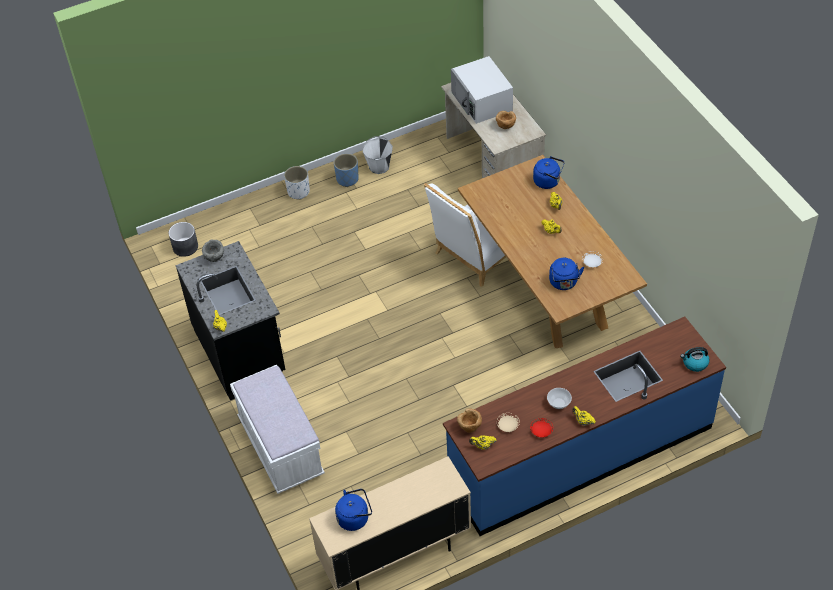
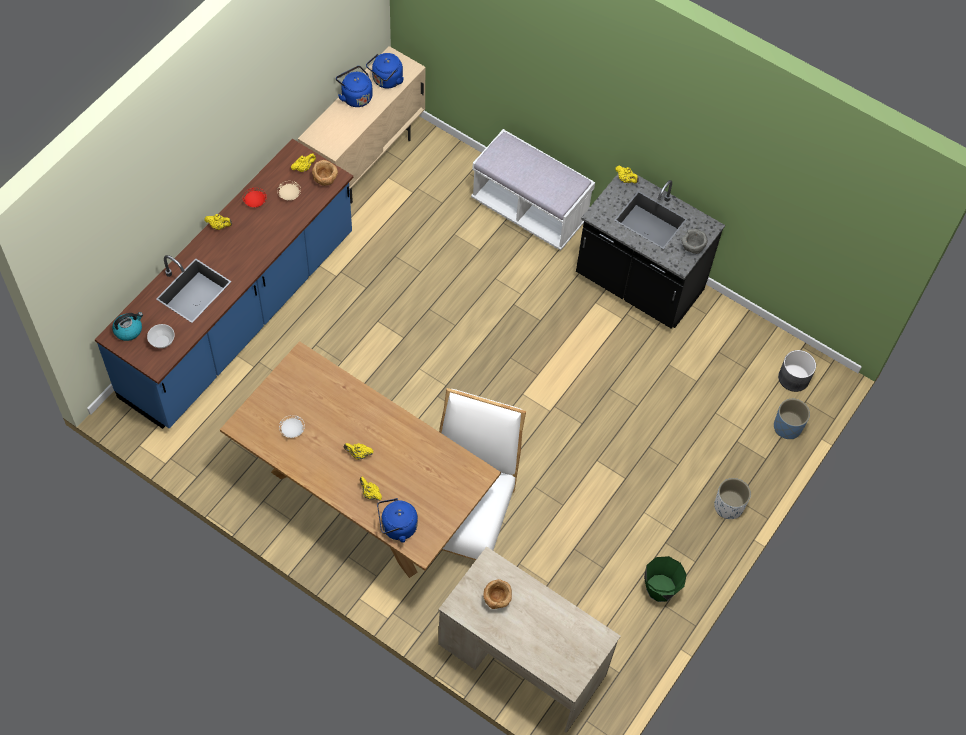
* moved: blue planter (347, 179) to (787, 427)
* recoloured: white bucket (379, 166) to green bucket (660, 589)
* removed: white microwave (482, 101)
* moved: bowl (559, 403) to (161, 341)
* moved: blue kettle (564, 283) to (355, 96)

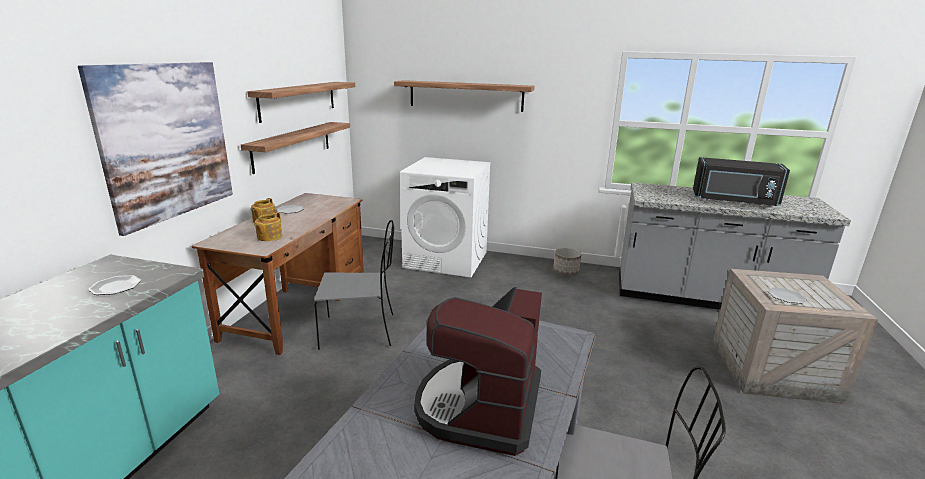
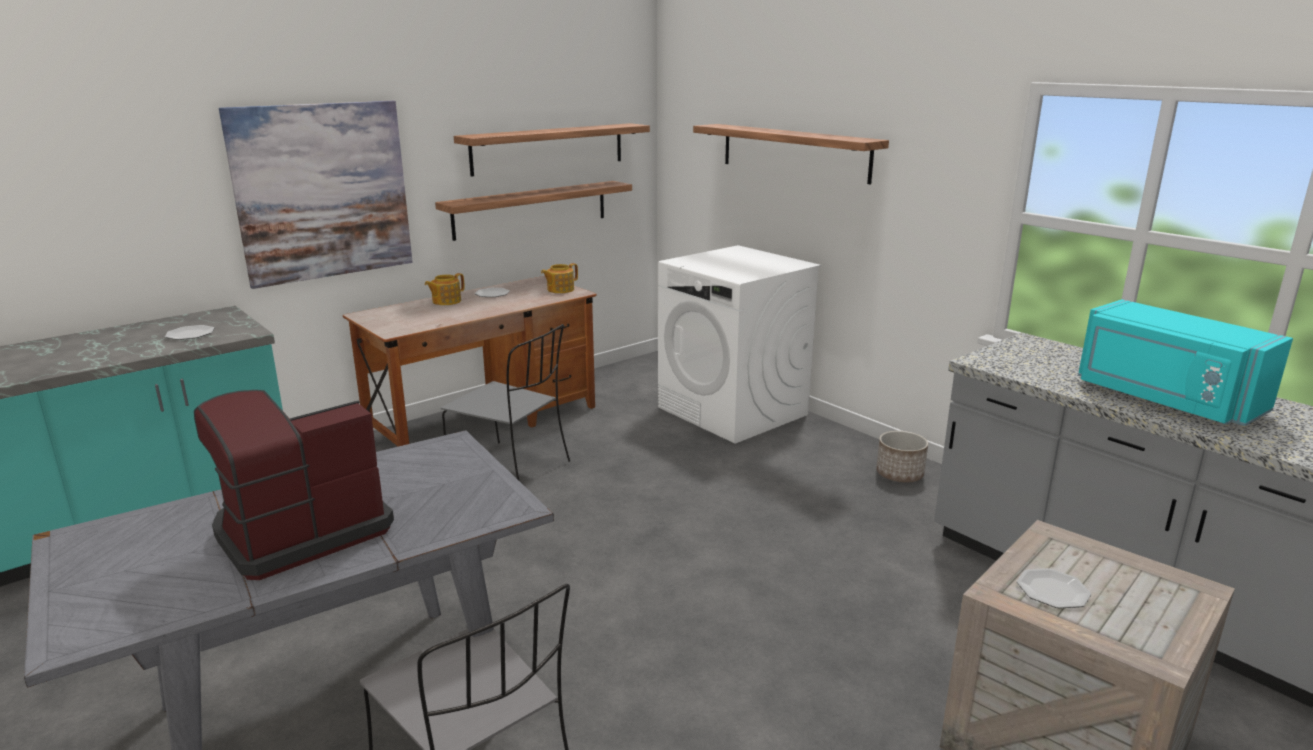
* moved: teapot (269, 237) to (560, 289)
* recoloured: black microwave (734, 201) to turquoise microwave (1164, 399)

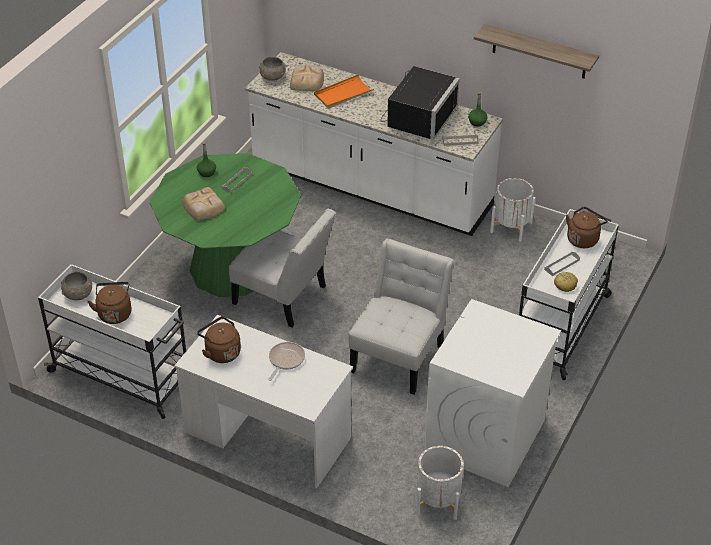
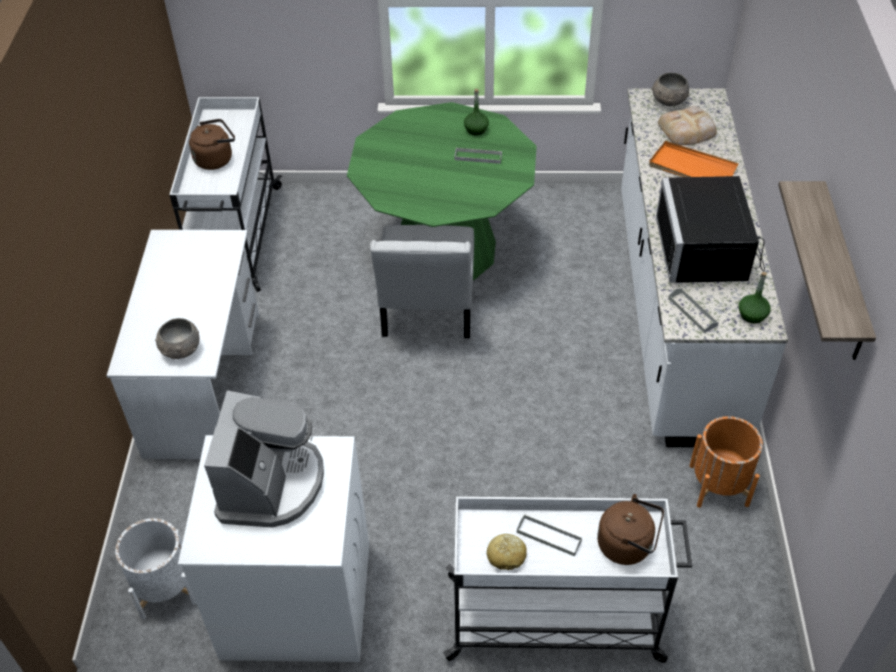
* moved: grey bowl (78, 295) to (180, 349)
* removed: bread (203, 207)
* removed: brown kettle (221, 352)
* removed: frying pan (285, 360)
* removed: white chair (399, 355)
* turned: black microwave (417, 116) = (708, 251) 90 degrees clockwise
* recoloured: white planter (511, 227) to orange planter (718, 485)
* added: coffee machine (271, 484)

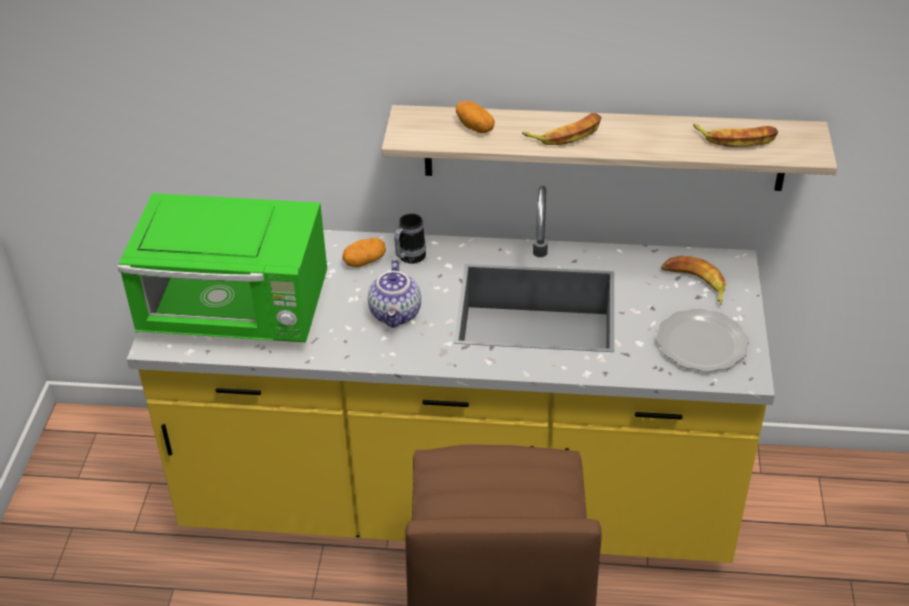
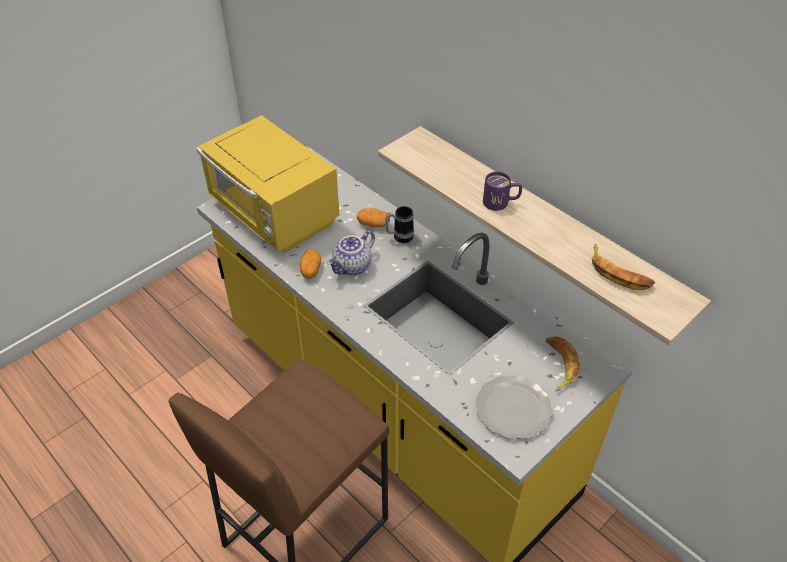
* recoloured: green microwave (237, 314) to yellow microwave (274, 215)
* moved: potato (475, 127) to (310, 270)
* replaced: banana (566, 134) to purple mug (501, 202)

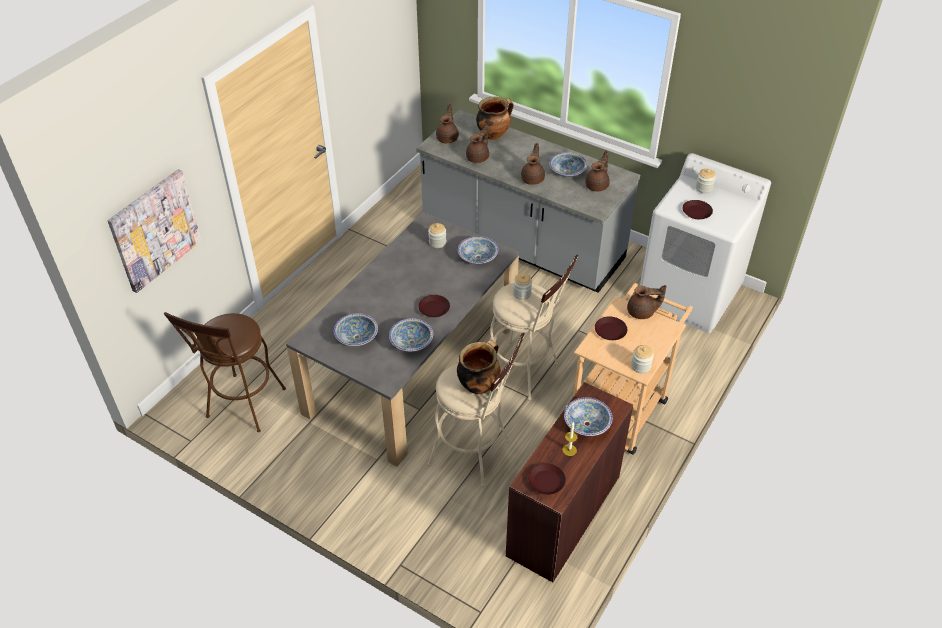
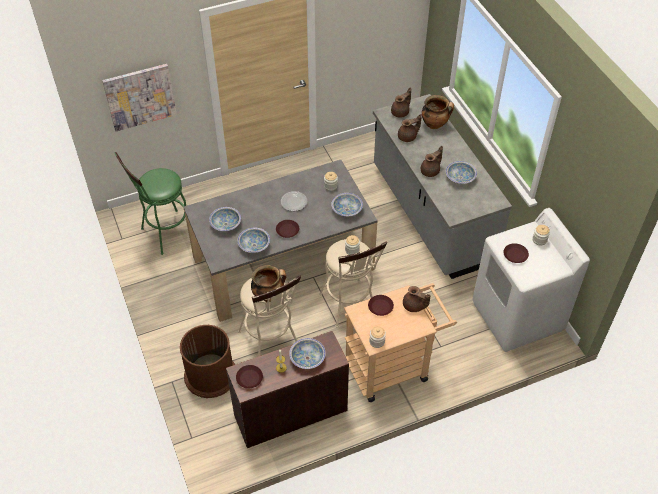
* recoloured: brown stool (243, 407) to green stool (165, 234)
* removed: brown teapot (597, 185)
* added: brown trash can (210, 374)
* added: plate (293, 202)

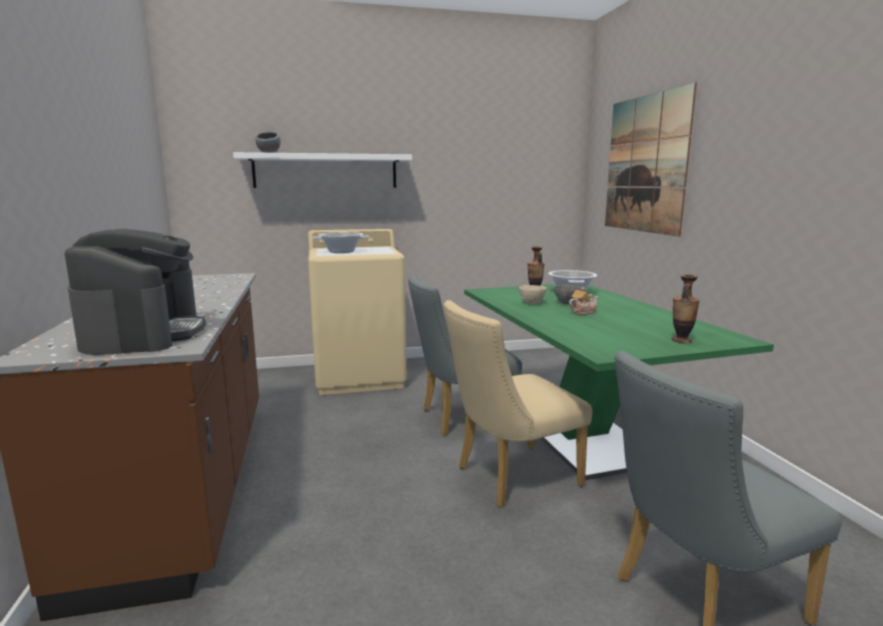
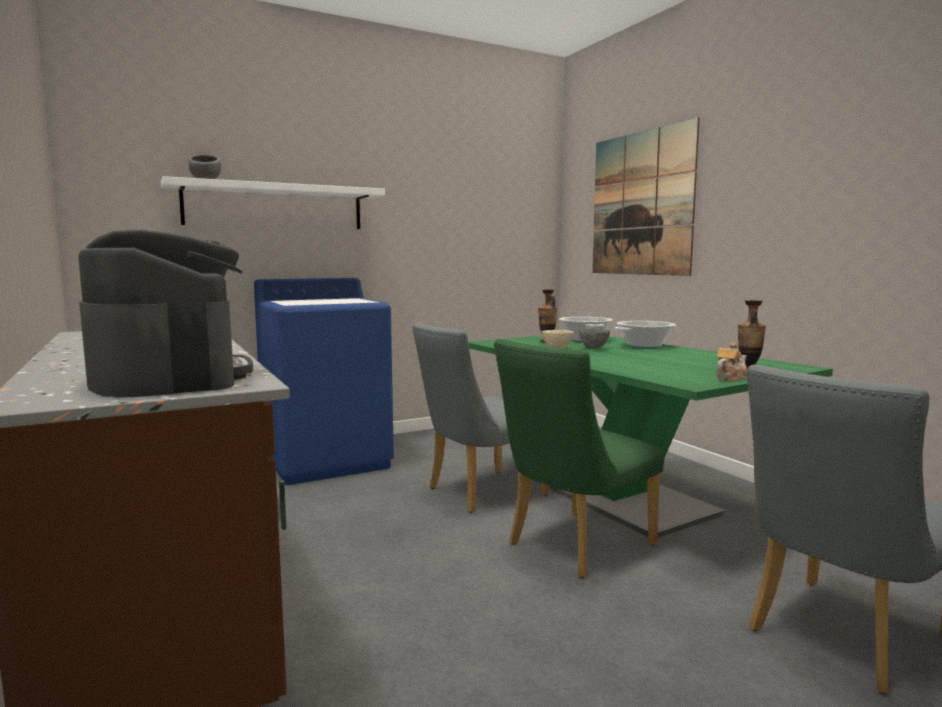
* recoloured: beige washing machine (359, 376) to blue washing machine (327, 460)
* moved: cooking pot (341, 251) to (644, 345)
* recoloured: beige chair (509, 477) to green chair (573, 546)
* moved: teapot (582, 312) to (730, 378)

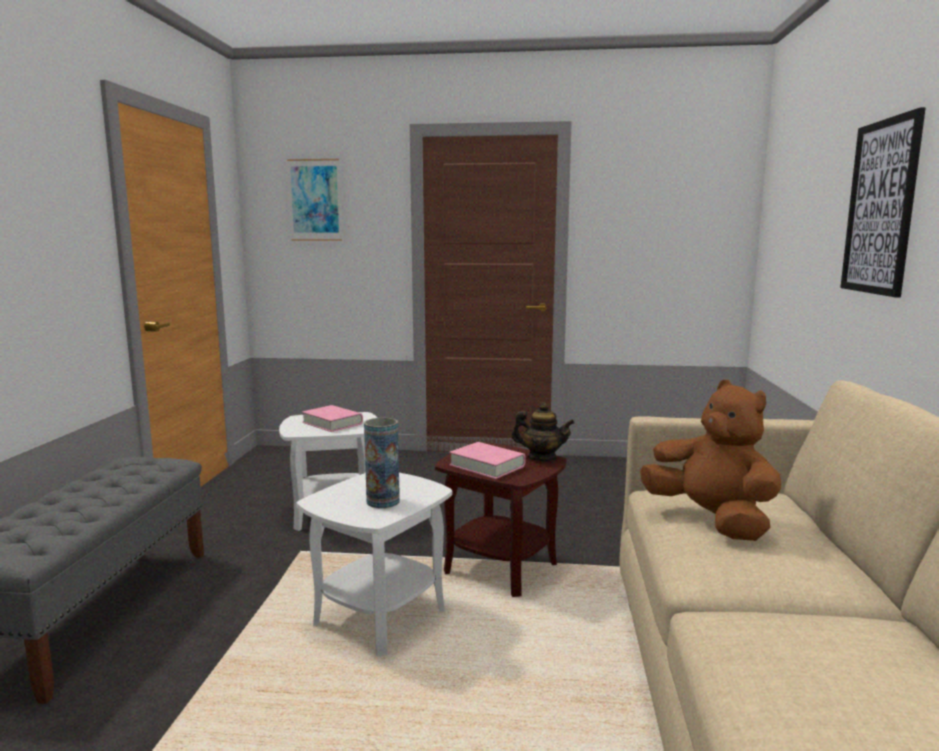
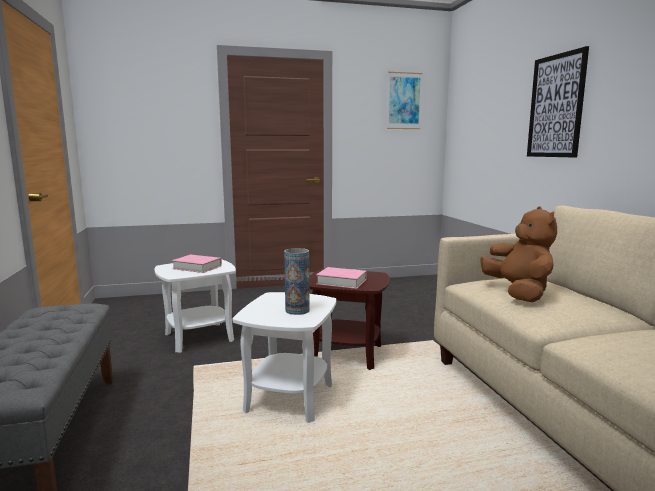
* moved: picture (315, 200) to (404, 101)
* removed: teapot (542, 458)
* turned: brown plush toy (710, 520) = (518, 293) 45 degrees clockwise

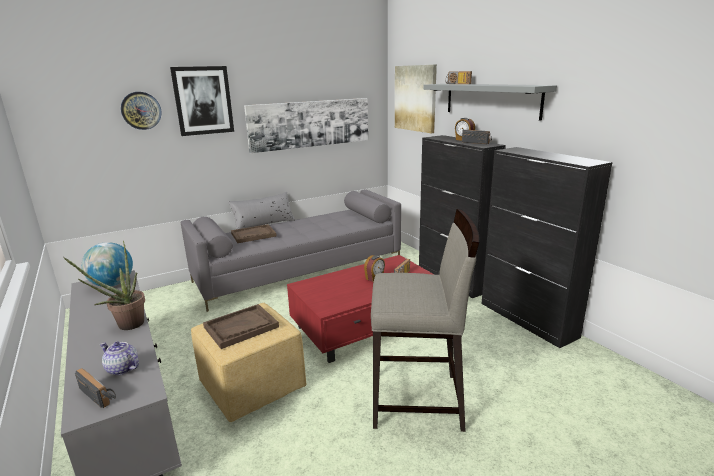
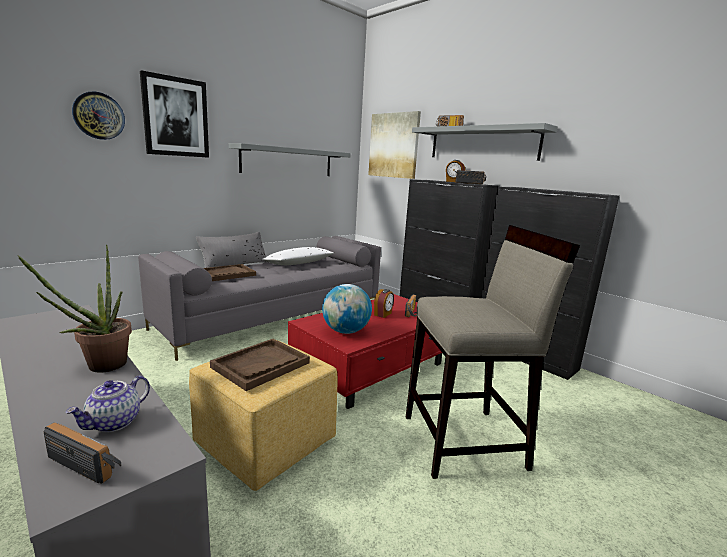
* moved: globe (112, 284) to (346, 331)
* turned: teapot (122, 369) = (114, 423) 75 degrees counterclockwise
* replaced: picture (310, 124) to grey shelf (288, 161)
* added: white pillow (299, 263)

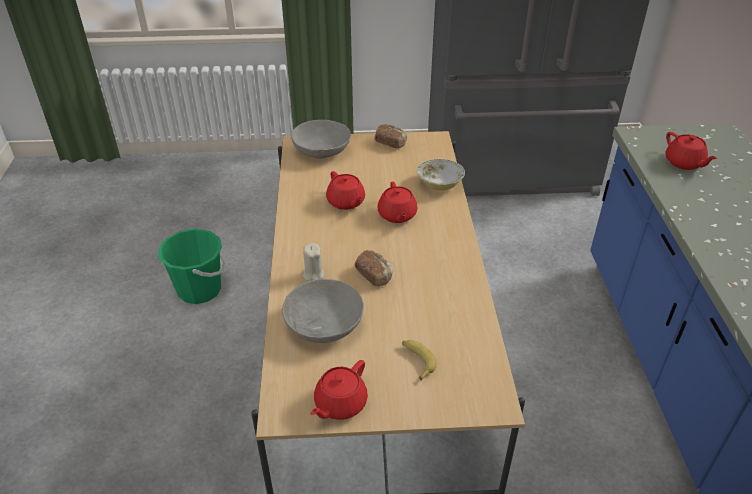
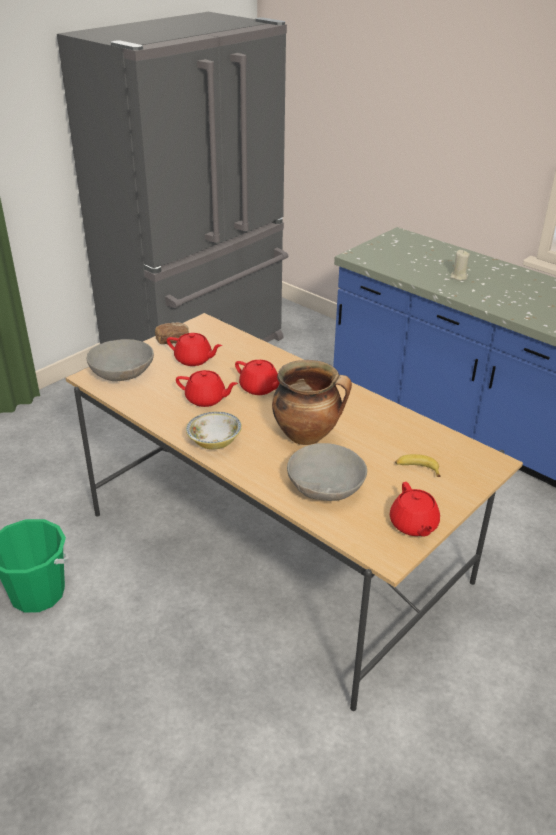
* moved: beige candle (313, 275) to (458, 277)
* replaced: bread (374, 275) to cooking pot (308, 435)
* moved: bowl (439, 184) to (214, 442)
* moved: red teapot (684, 163) to (194, 360)

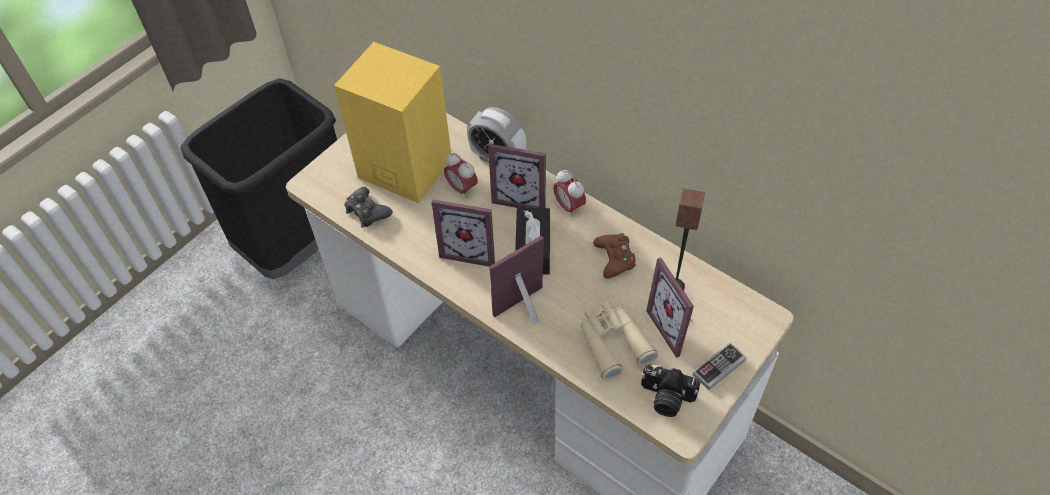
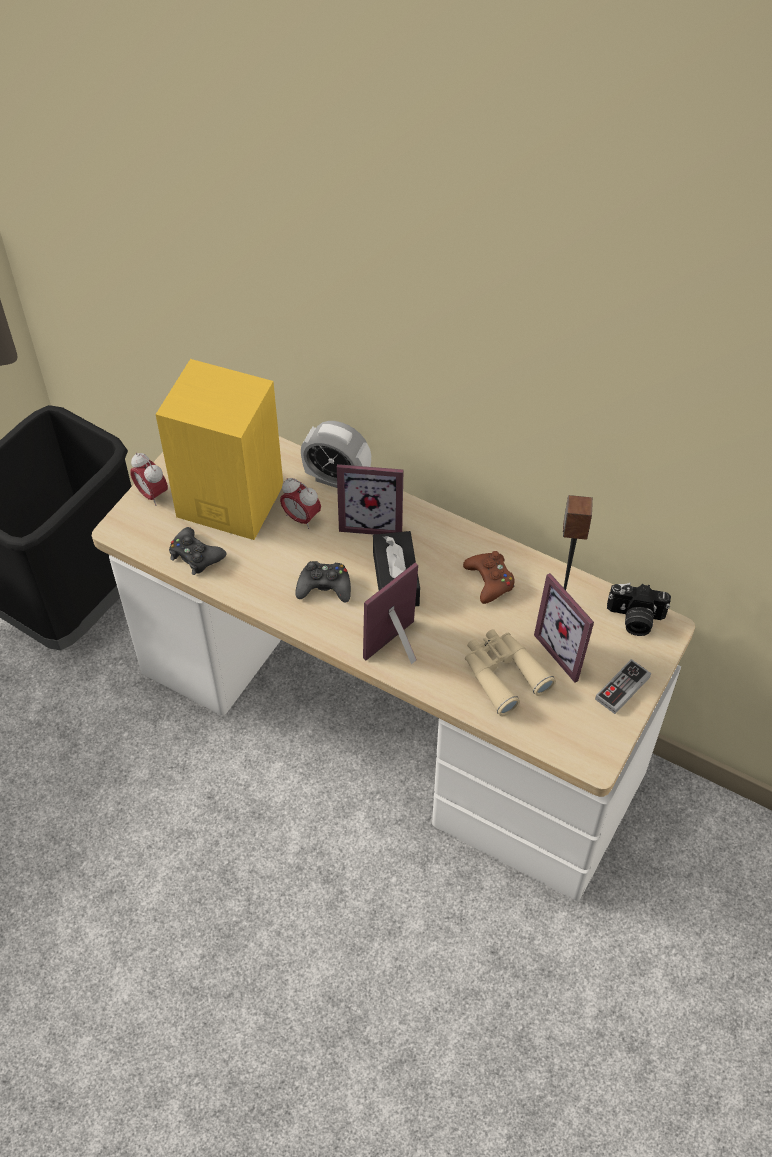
* replaced: picture frame (470, 249) to black game controller (324, 587)
* moved: alarm clock (569, 206) to (152, 494)
* moved: photo camera (666, 398) to (634, 619)

